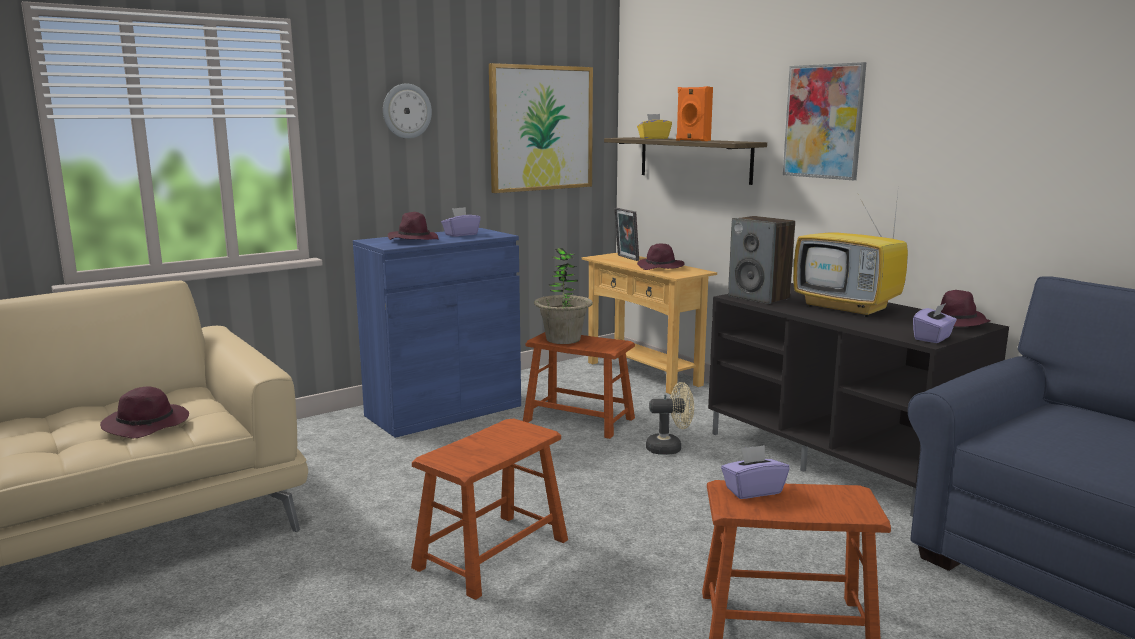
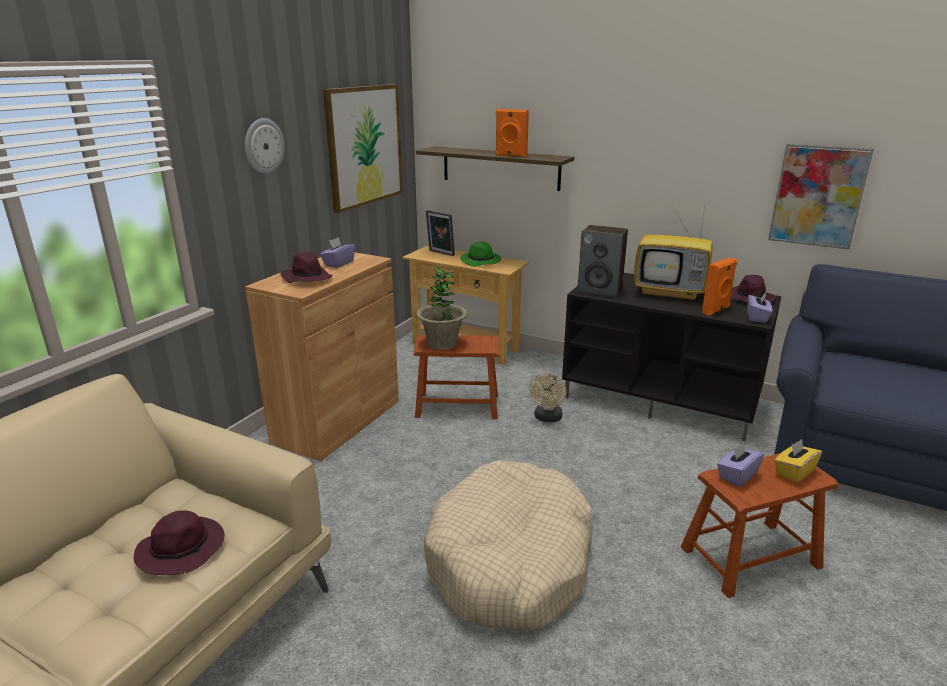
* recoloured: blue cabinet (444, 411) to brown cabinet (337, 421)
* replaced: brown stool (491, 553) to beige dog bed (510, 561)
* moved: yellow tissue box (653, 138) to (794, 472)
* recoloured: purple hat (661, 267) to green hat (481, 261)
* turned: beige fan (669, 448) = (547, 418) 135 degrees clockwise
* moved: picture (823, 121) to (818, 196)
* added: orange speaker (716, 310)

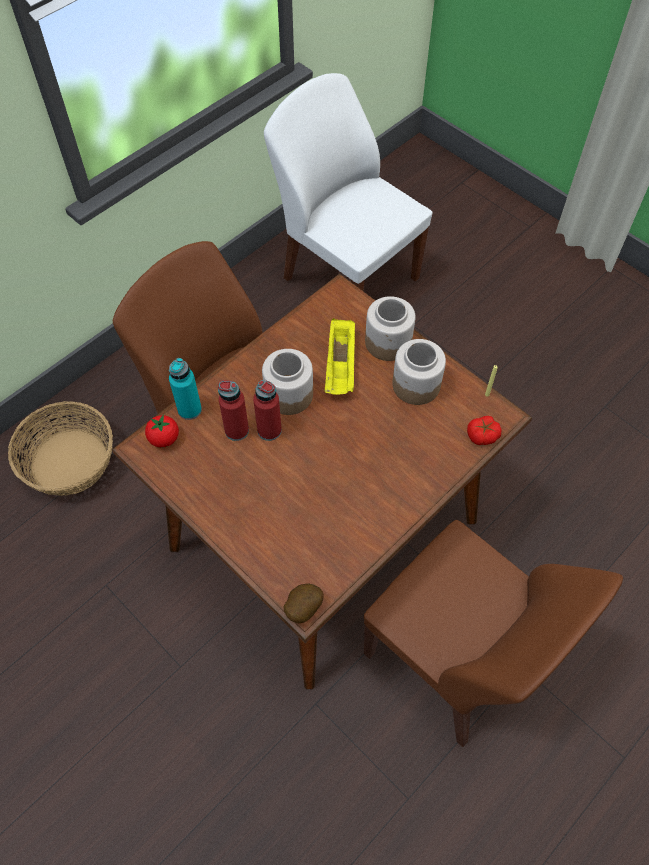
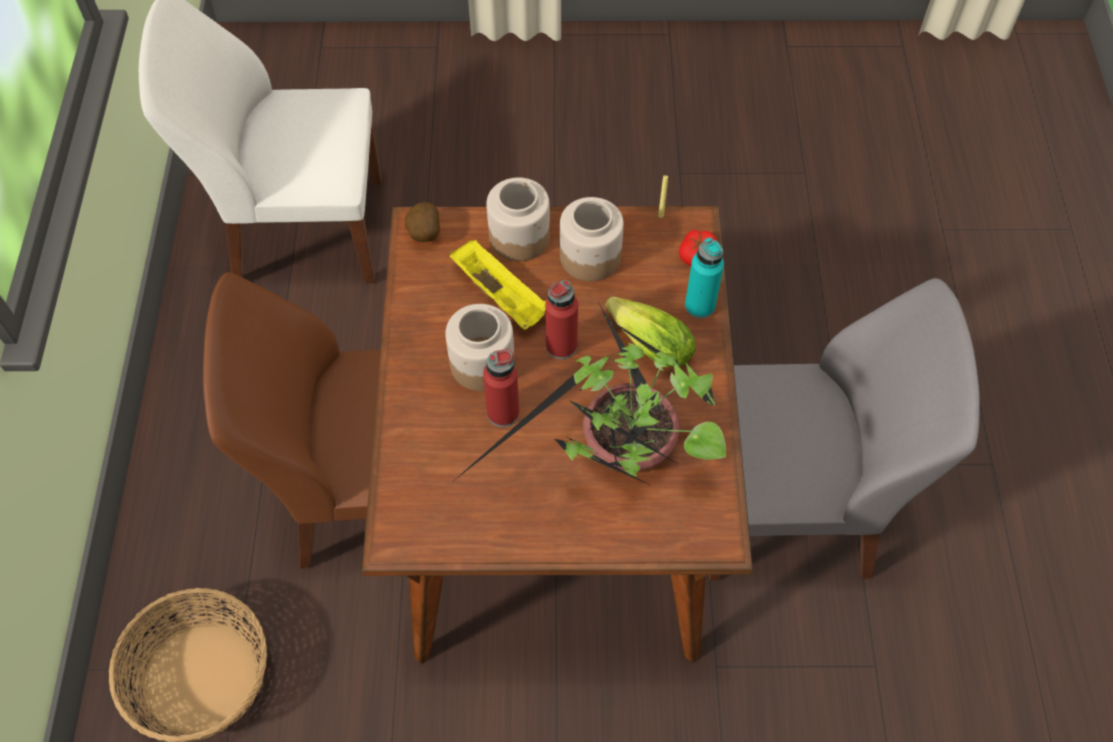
* removed: tomato (164, 438)
* moved: turquoise bottle (189, 409) to (700, 306)
* moved: red bottle (236, 430) to (561, 346)
* moved: potato (302, 608) to (423, 235)
* recoloured: brown chair (455, 658) to grey chair (788, 509)
* added: potted plant (622, 451)
* added: lettuce (646, 342)

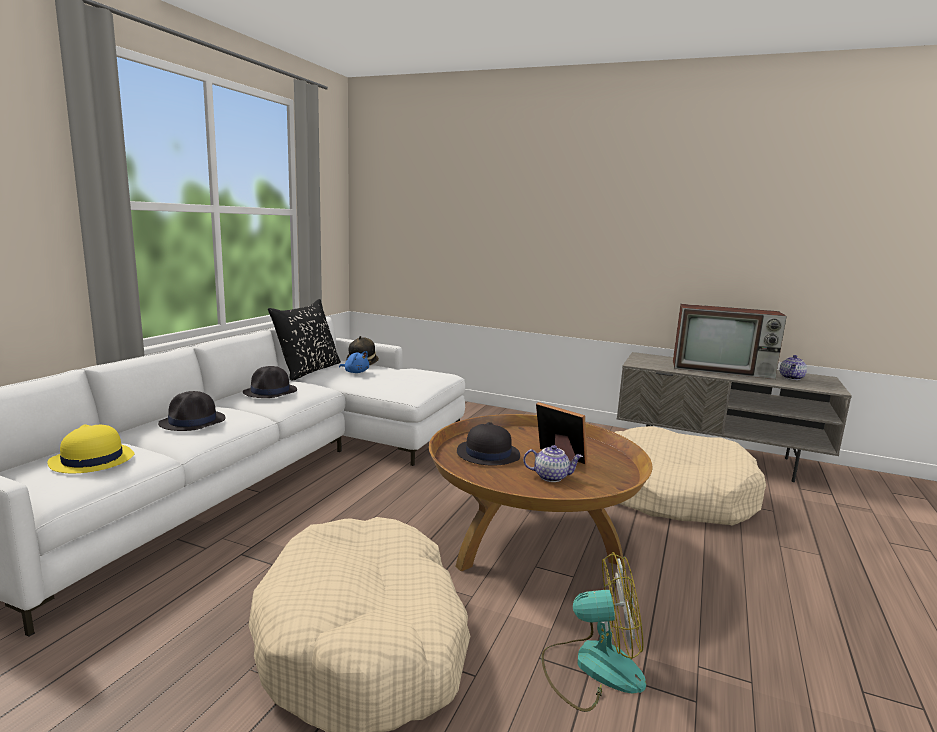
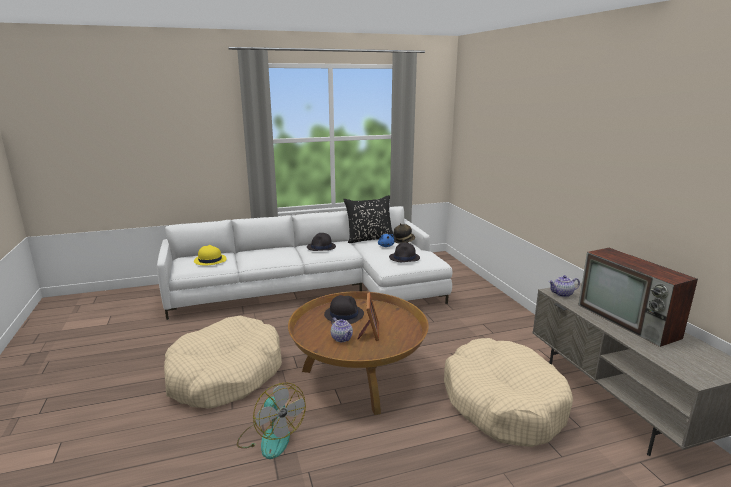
* moved: black hat (193, 422) to (404, 258)
* moved: teapot (792, 378) to (562, 294)

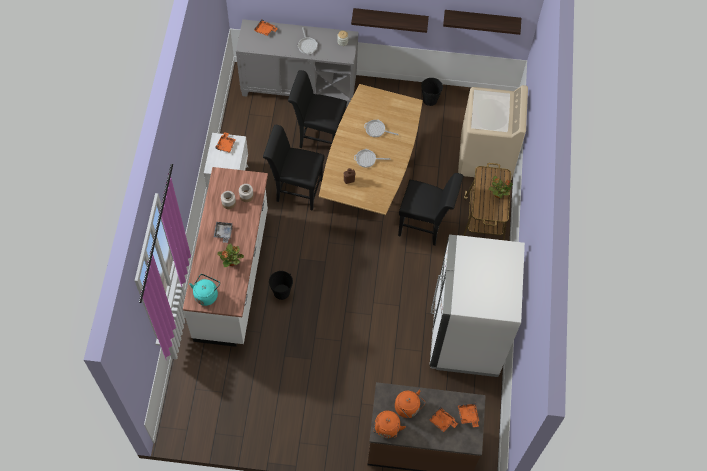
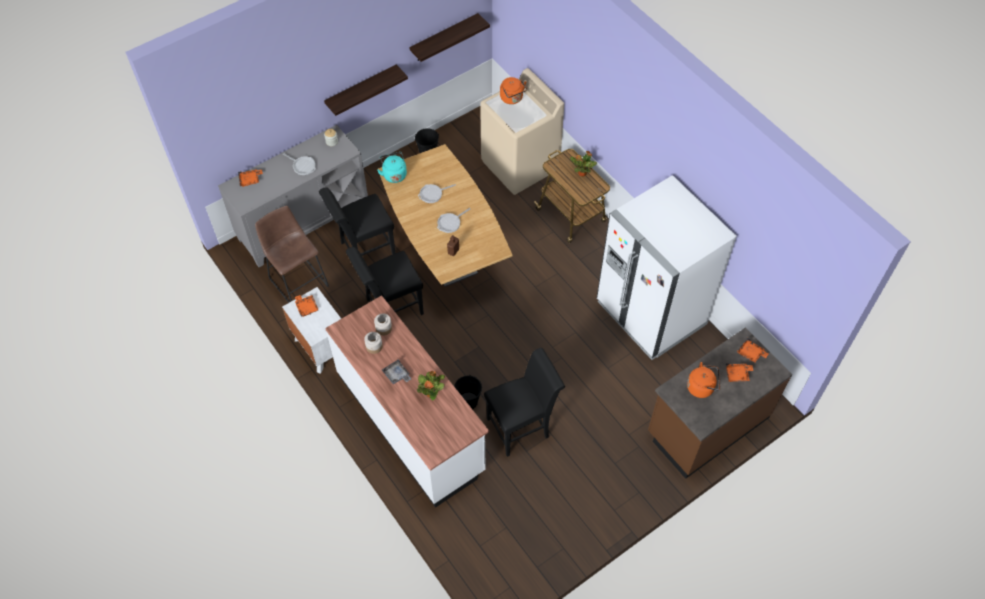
* moved: turquoise kettle (206, 294) to (394, 174)
* moved: orange kettle (386, 429) to (512, 99)
* moved: black chair (425, 226) to (522, 426)
* added: brown stool (297, 280)

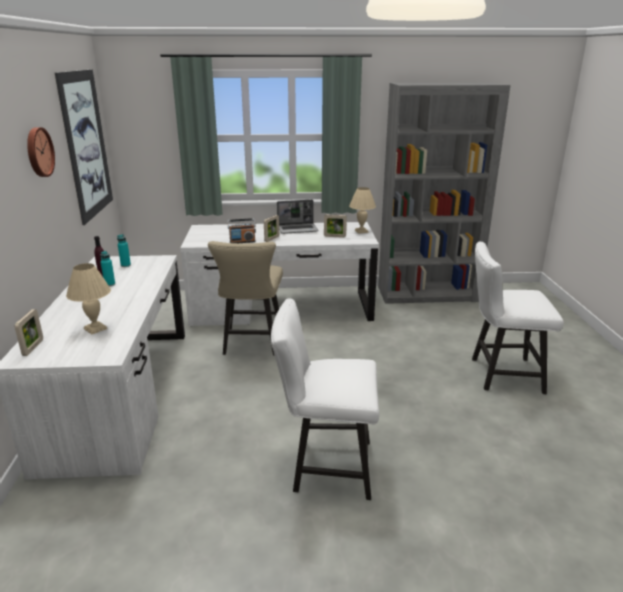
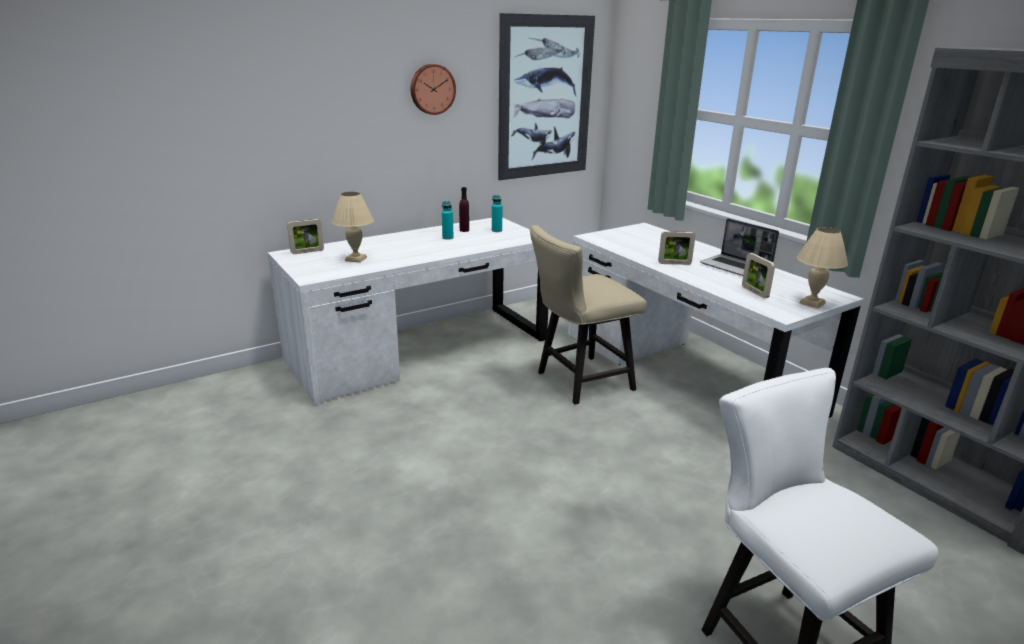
* removed: radio (242, 242)
* removed: white chair (325, 466)

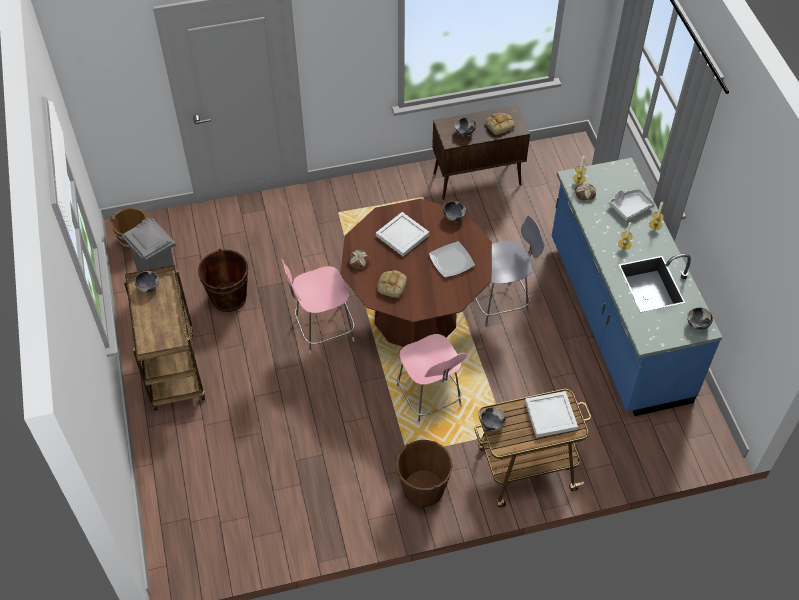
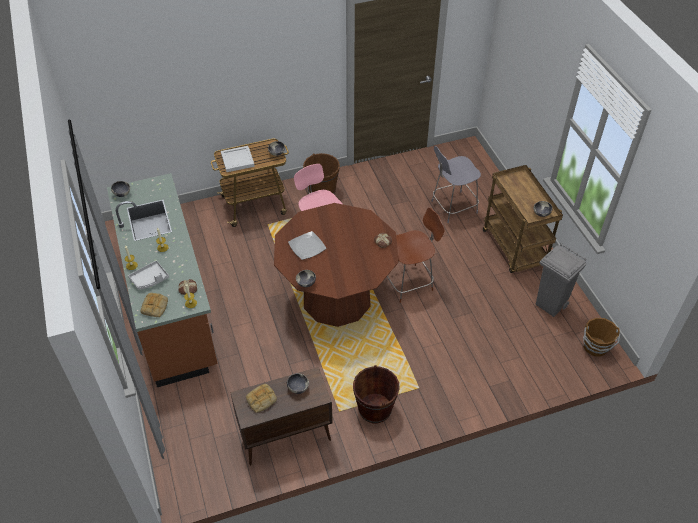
* moved: brown bucket (228, 297) to (375, 409)
* recoloured: pink chair (322, 330) to brown chair (409, 282)
* removed: white tray (402, 235)
* moved: bread (391, 285) to (155, 307)
* moved: grey chair (500, 302) to (452, 207)
* recoloured: blue counter (616, 320) to brown counter (172, 306)

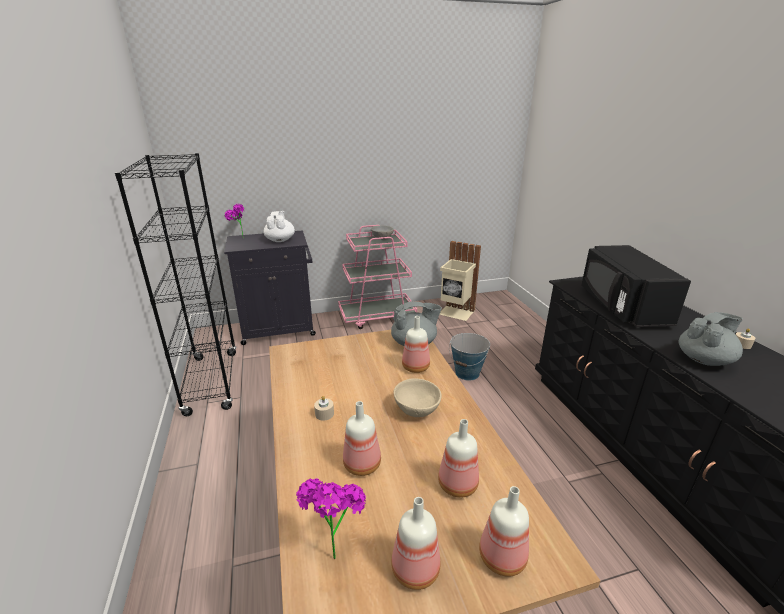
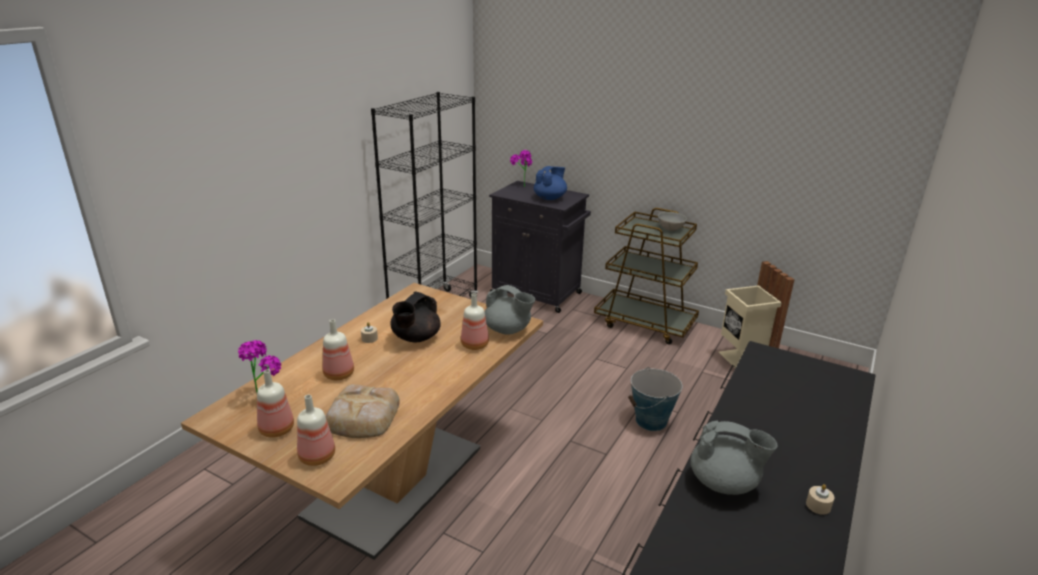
* recoloured: white teapot (280, 240) to blue teapot (550, 198)
* recoloured: pink cart (377, 316) to brown cart (645, 323)
* removed: beige bowl (417, 410)
* replaced: bottle (457, 486) to bread (361, 417)
* removed: black microwave (621, 306)
* added: black teapot (415, 338)

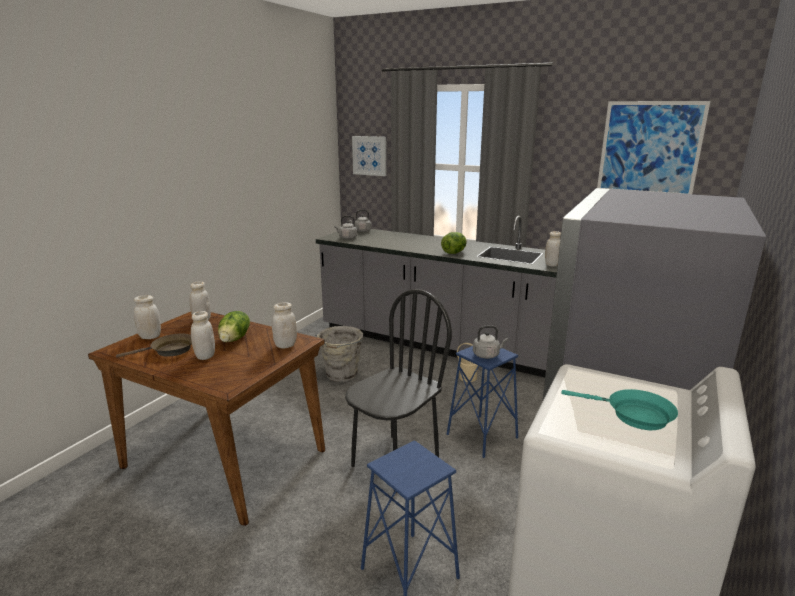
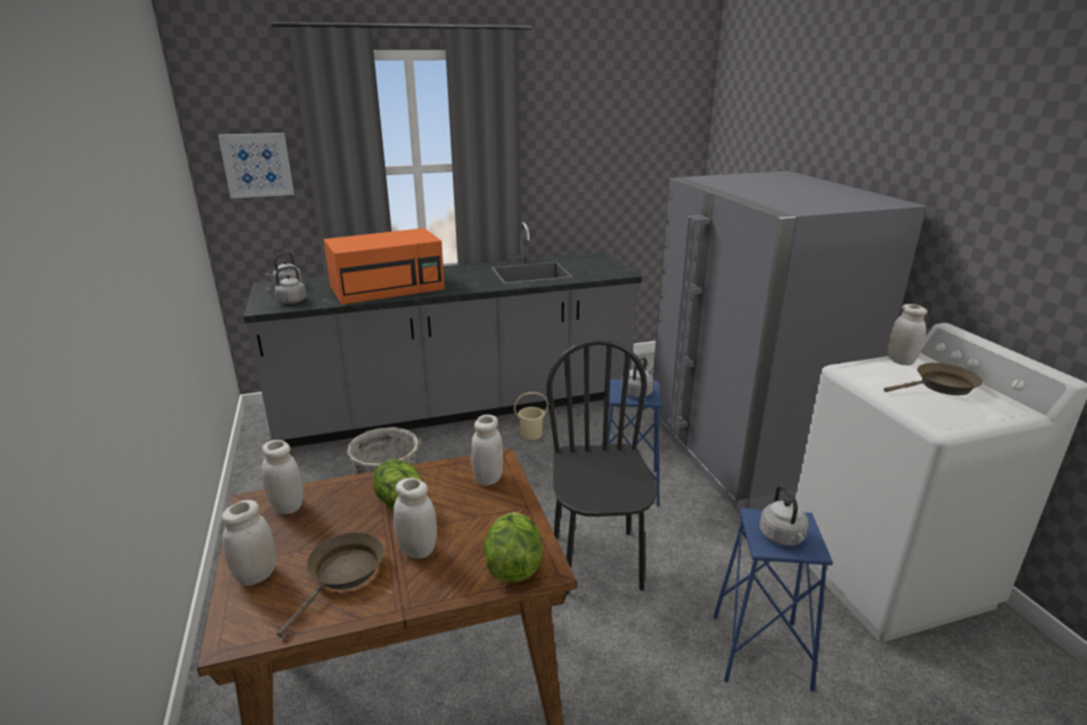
* moved: lettuce (454, 253) to (513, 566)
* moved: white jar (551, 265) to (900, 361)
* recoloured: turquoise frying pan (633, 415) to brown frying pan (941, 386)
* removed: picture (649, 148)
* added: orange microwave (389, 287)
* added: grey kettle (782, 537)

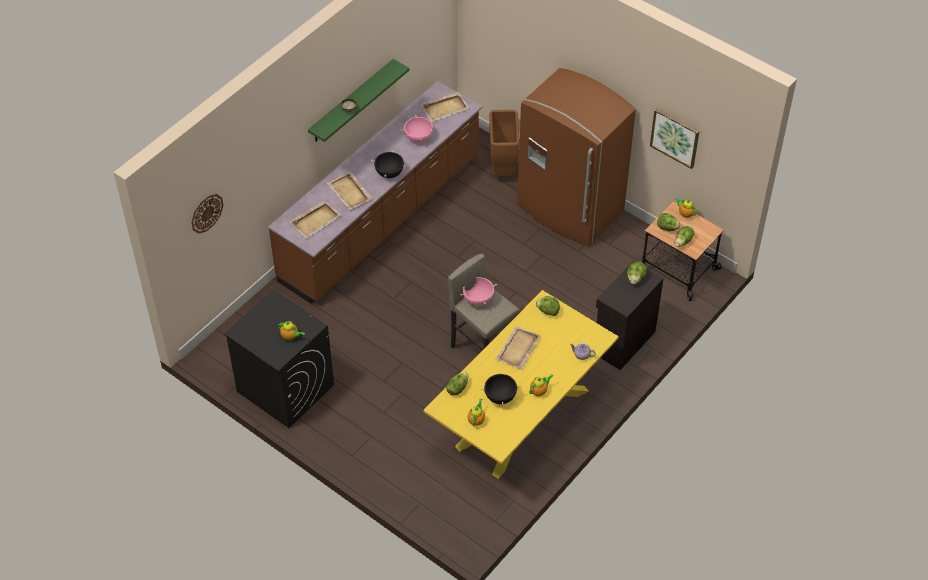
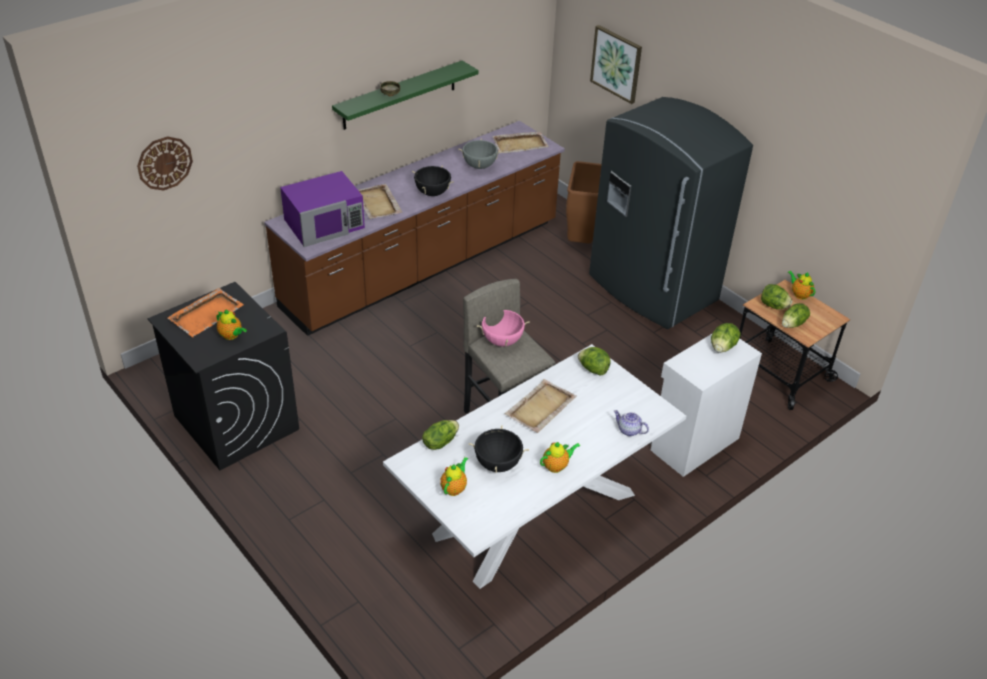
* replaced: beige tray (316, 220) to purple microwave (325, 224)
* recoloured: pink cooking pot (418, 138) to grey cooking pot (479, 166)
* recoloured: yellow dining table (521, 418) to white dining table (533, 514)
* recoloured: brown fridge (569, 210) to grey fridge (651, 289)
* recoloured: black cabinet (623, 342) to white cabinet (693, 443)
* moved: picture (675, 137) to (616, 63)
* added: orange tray (207, 314)

